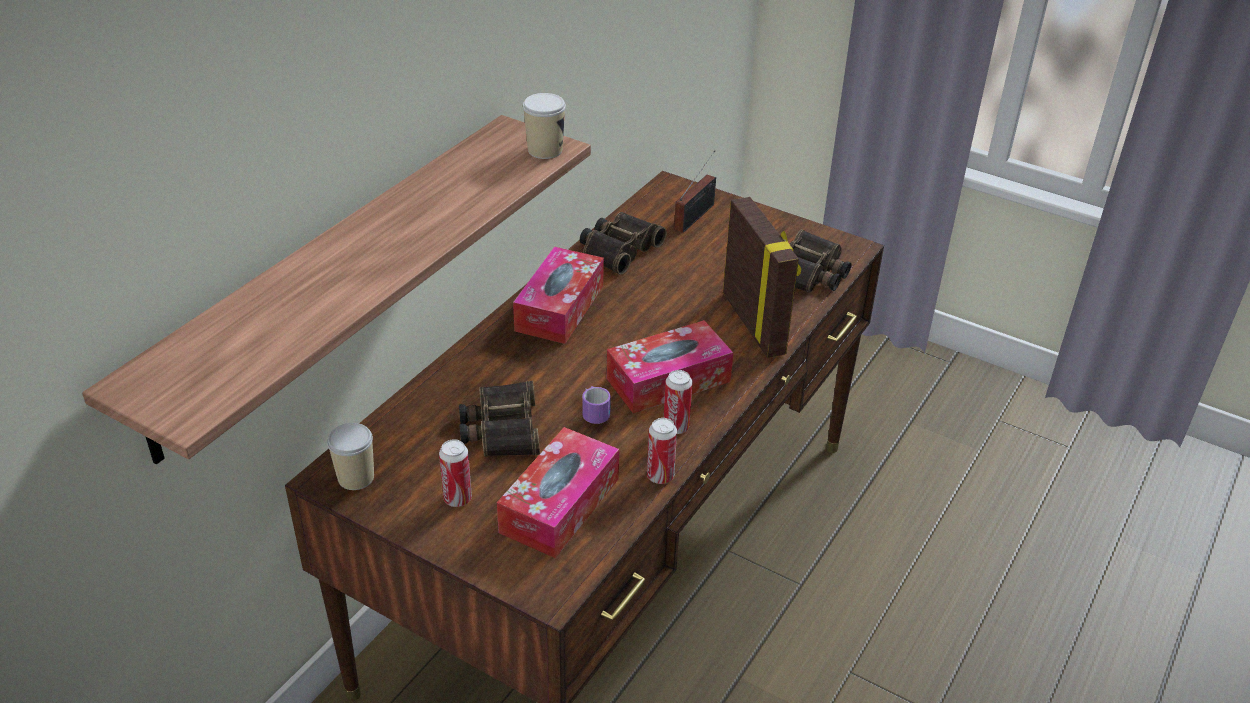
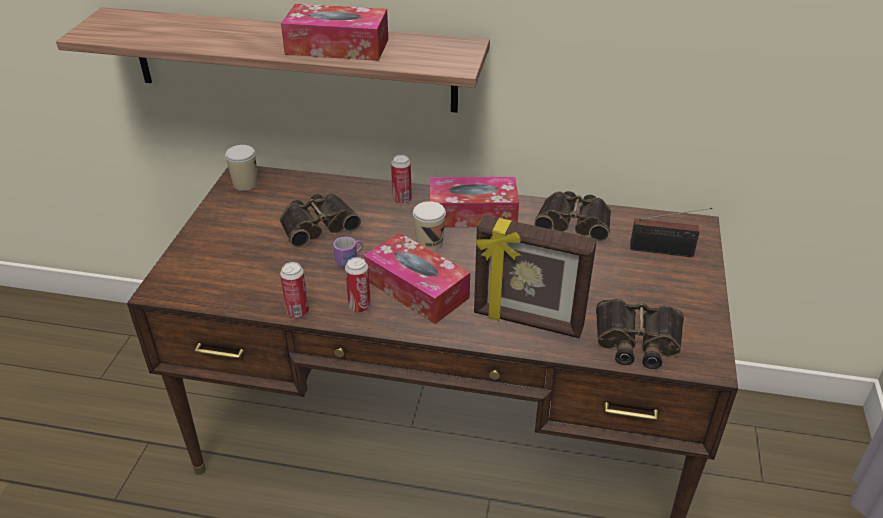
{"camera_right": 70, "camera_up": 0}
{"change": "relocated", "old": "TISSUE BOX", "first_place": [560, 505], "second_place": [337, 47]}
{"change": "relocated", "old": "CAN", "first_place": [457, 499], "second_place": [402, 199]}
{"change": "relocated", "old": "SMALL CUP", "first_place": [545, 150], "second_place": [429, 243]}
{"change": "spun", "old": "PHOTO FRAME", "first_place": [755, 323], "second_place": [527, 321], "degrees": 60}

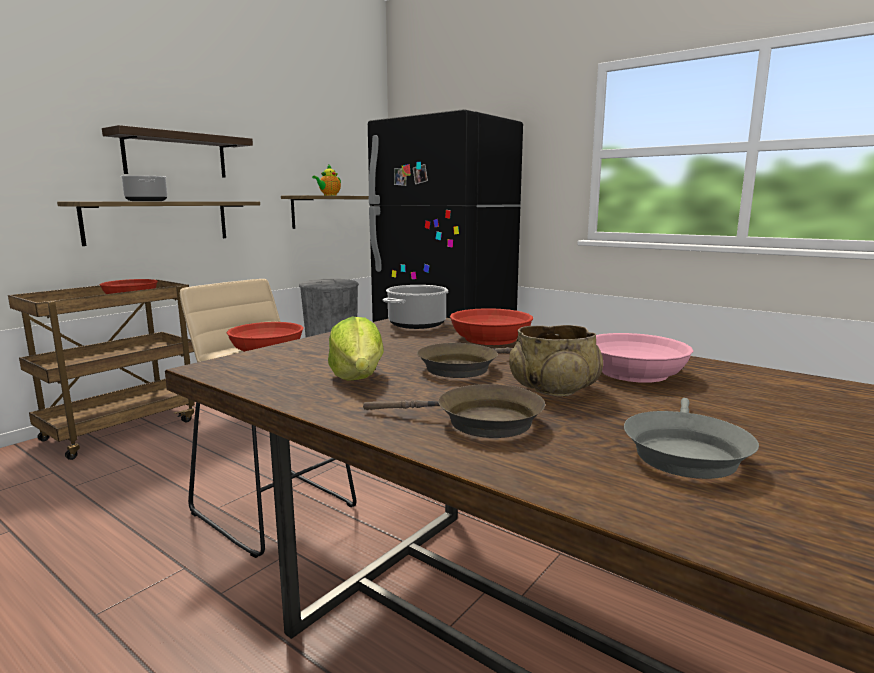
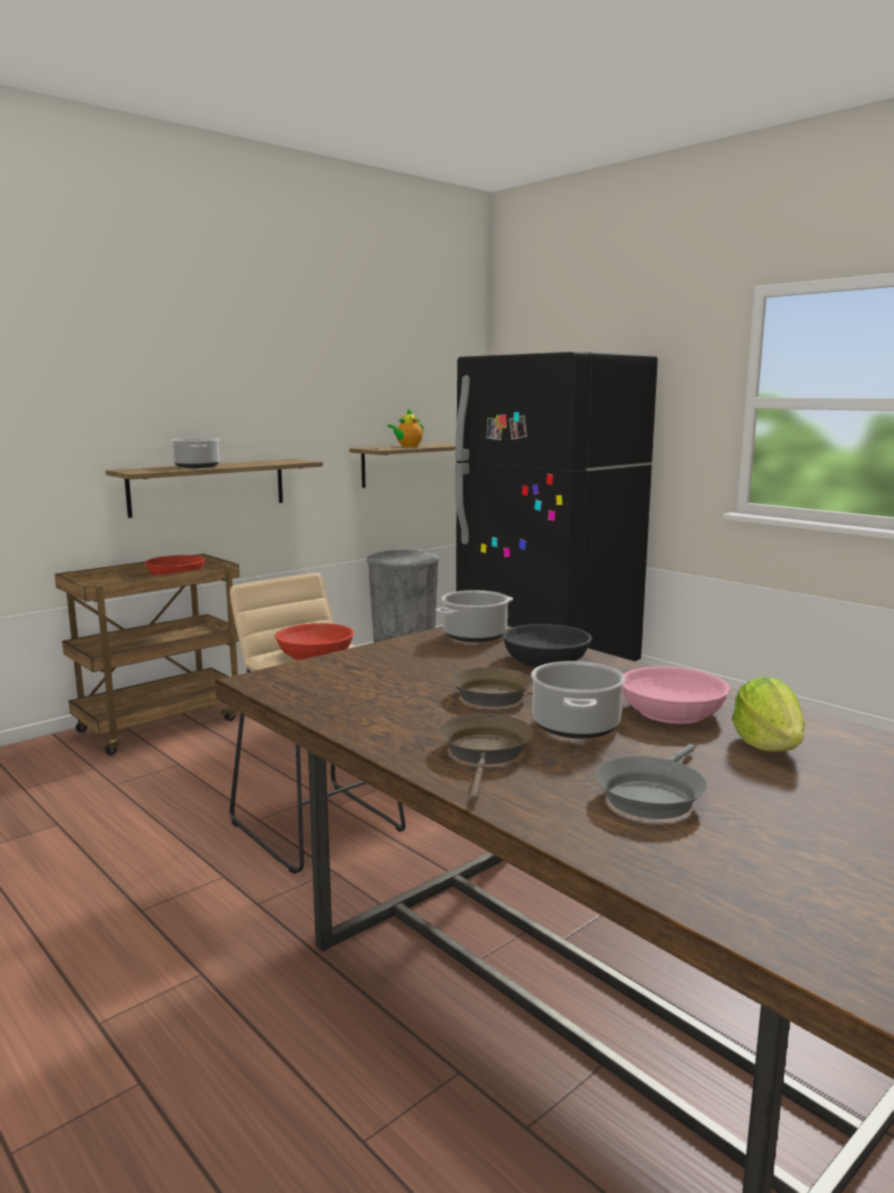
{"camera_right": 10, "camera_up": 0}
{"change": "spun", "old": "BROWNISH SKILLET", "first_place": [479, 422], "second_place": [485, 754], "degrees": -105}
{"change": "colour", "old": "RED-COLOURED BOWL", "new": "BLACK BOWL", "first_place": [490, 338], "second_place": [546, 659]}
{"change": "exchanged", "old": "BEIGE-COLOURED BOWL", "new": "STOCKPOT", "first_place": [553, 389], "second_place": [575, 725]}
{"change": "relocated", "old": "LETTUCE HEAD", "first_place": [358, 377], "second_place": [768, 745]}
{"change": "missing", "old": "SHELF", "first_place": [175, 155]}

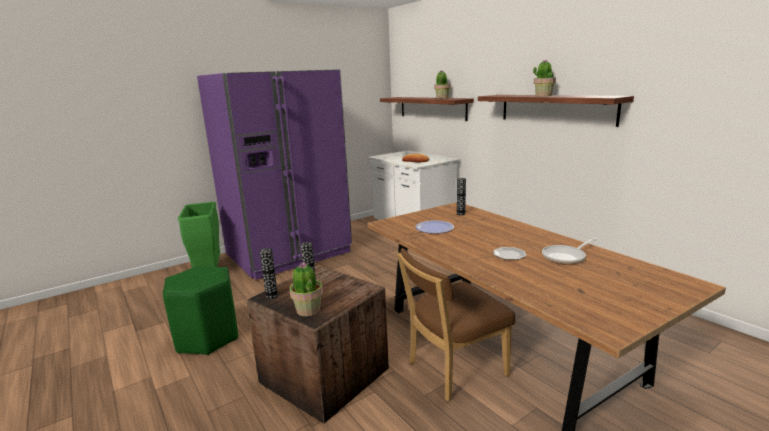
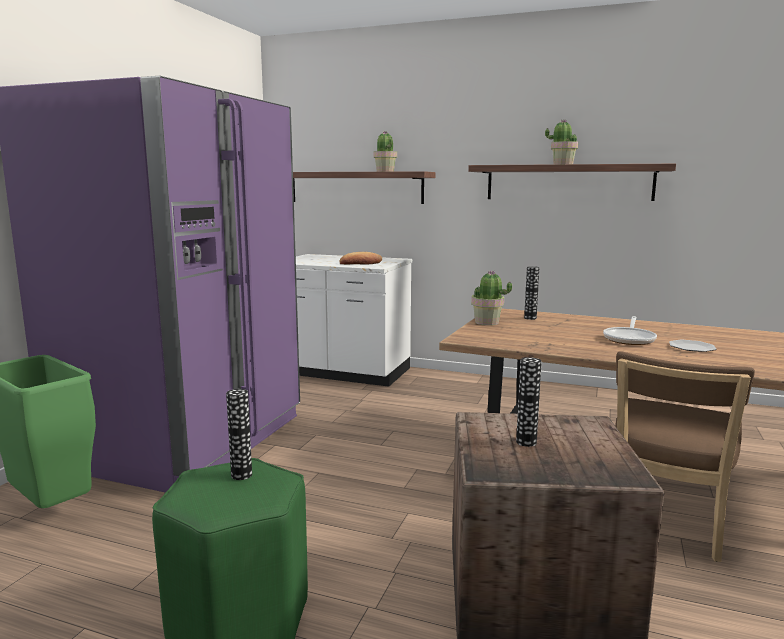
{"camera_right": -35, "camera_up": -5}
{"change": "relocated", "old": "VASE", "first_place": [272, 296], "second_place": [241, 475]}
{"change": "relocated", "old": "PLANT IN A POT", "first_place": [308, 310], "second_place": [487, 322]}
{"change": "relocated", "old": "SKILLET", "first_place": [566, 257], "second_place": [629, 339]}
{"change": "missing", "old": "PLATE", "first_place": [434, 228]}

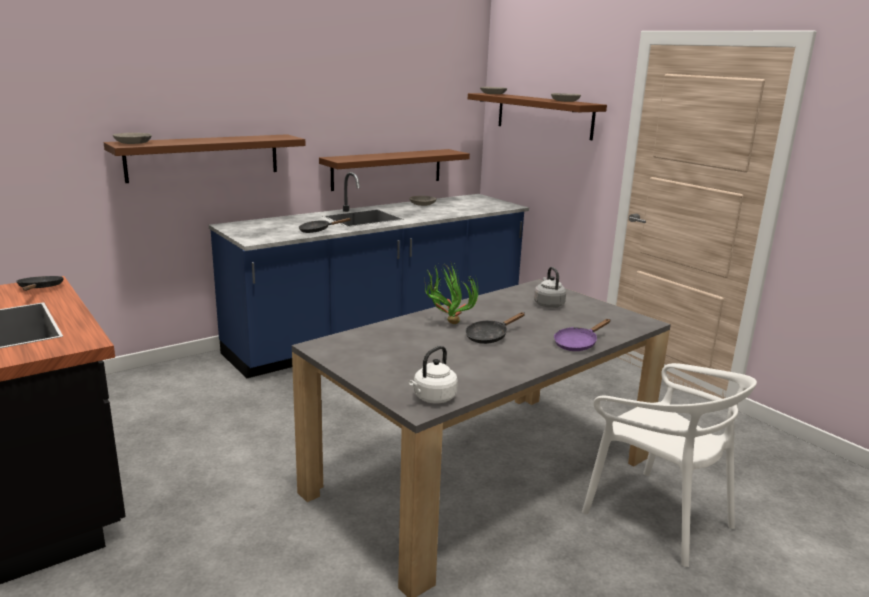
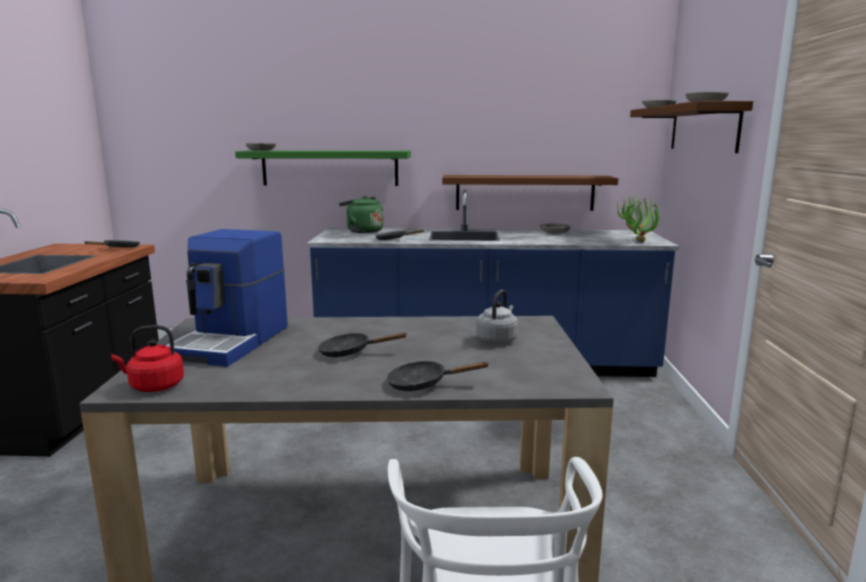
{"camera_right": 40, "camera_up": -5}
{"change": "colour", "old": "WHITISH KETTLE", "new": "RED-COLOURED KETTLE", "first_place": [433, 398], "second_place": [154, 386]}
{"change": "appeared", "new": "COFFEE MACHINE", "second_place": [232, 342]}
{"change": "colour", "old": "BROWNISH SHELF", "new": "GREENISH SHELF", "first_place": [204, 157], "second_place": [330, 168]}
{"change": "appeared", "new": "GREENISH KETTLE", "second_place": [362, 231]}
{"change": "colour", "old": "PURPLE SKILLET", "new": "BLACK SKILLET", "first_place": [578, 344], "second_place": [423, 384]}
{"change": "relocated", "old": "PLANT IN A POT", "first_place": [447, 322], "second_place": [635, 241]}

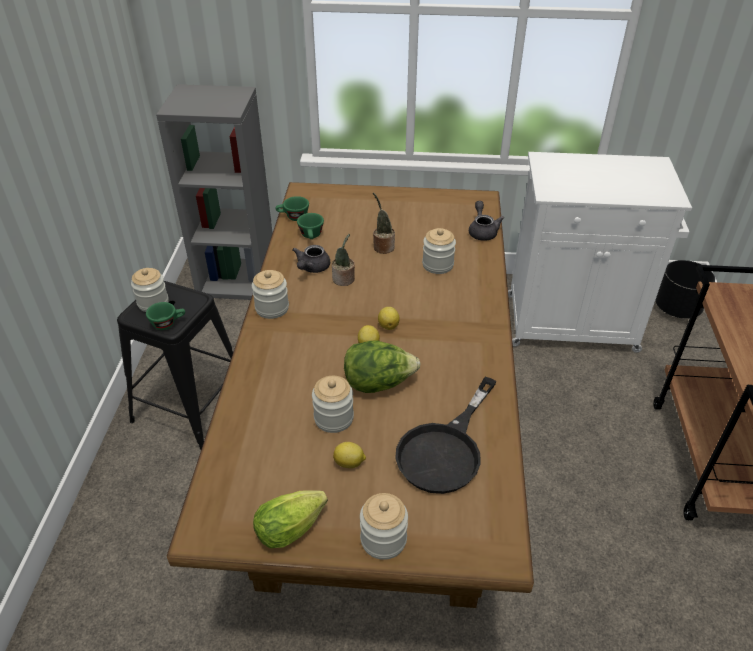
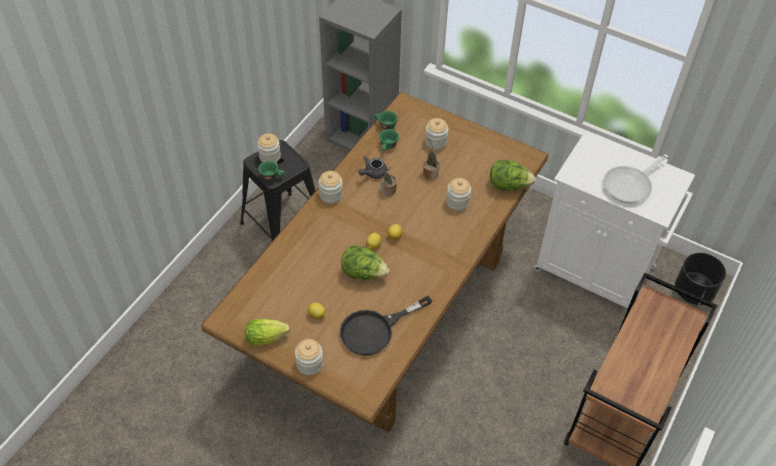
{"camera_right": 25, "camera_up": 10}
{"change": "relocated", "old": "JAR", "first_place": [334, 418], "second_place": [436, 142]}
{"change": "exchanged", "old": "GREYISH TEA POT", "new": "LETTUCE HEAD", "first_place": [482, 231], "second_place": [509, 186]}
{"change": "appeared", "new": "SKILLET", "second_place": [630, 185]}

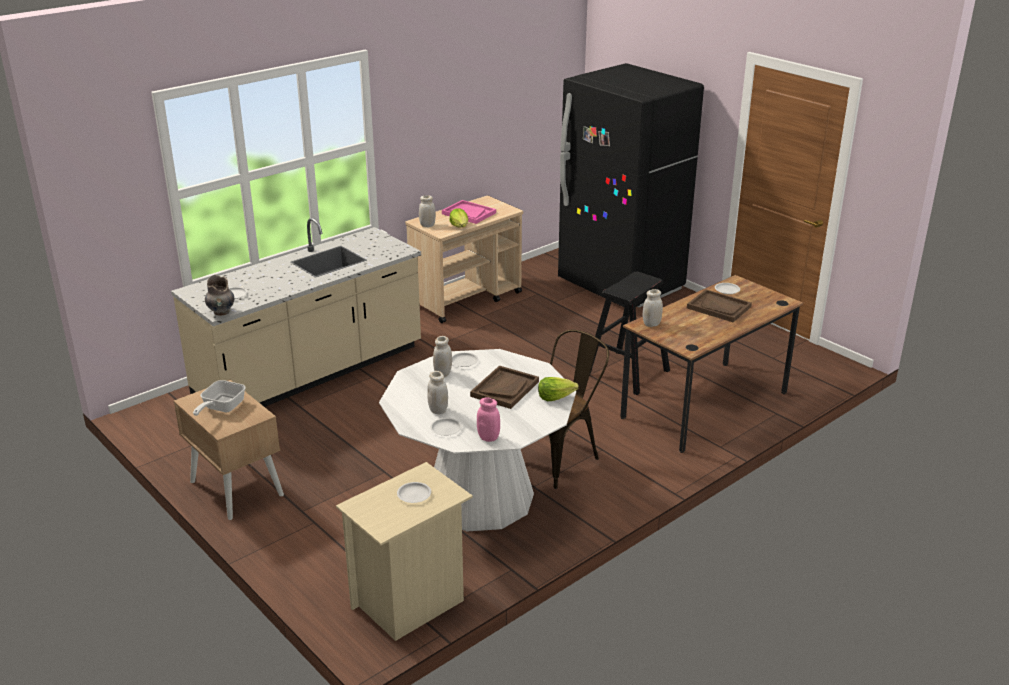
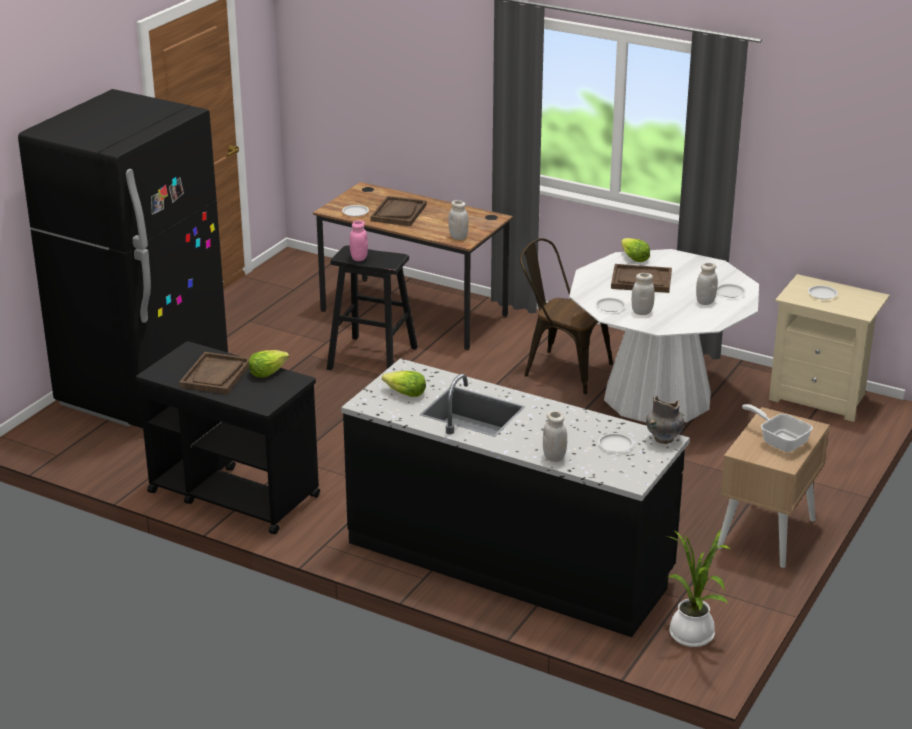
{"camera_right": -110, "camera_up": 0}
{"change": "colour", "old": "BEIGE-COLOURED WHEELED CART", "new": "BLACK WHEELED CART", "first_place": [466, 299], "second_place": [233, 493]}
{"change": "colour", "old": "PINK-COLOURED TRAY", "new": "BROWNISH TRAY", "first_place": [468, 213], "second_place": [216, 375]}
{"change": "colour", "old": "BEIGE-COLOURED KITCHEN COUNTER", "new": "BLACK KITCHEN COUNTER", "first_place": [311, 374], "second_place": [510, 559]}
{"change": "relocated", "old": "PINK-COLOURED JAR", "first_place": [488, 437], "second_place": [359, 258]}
{"change": "appeared", "new": "LETTUCE HEAD", "second_place": [405, 394]}
{"change": "relocated", "old": "WHITISH JAR", "first_place": [427, 225], "second_place": [554, 457]}
{"change": "appeared", "new": "PLANT IN A POT", "second_place": [693, 637]}
{"change": "spun", "old": "SKILLET", "first_place": [221, 408], "second_place": [779, 440], "degrees": -135}

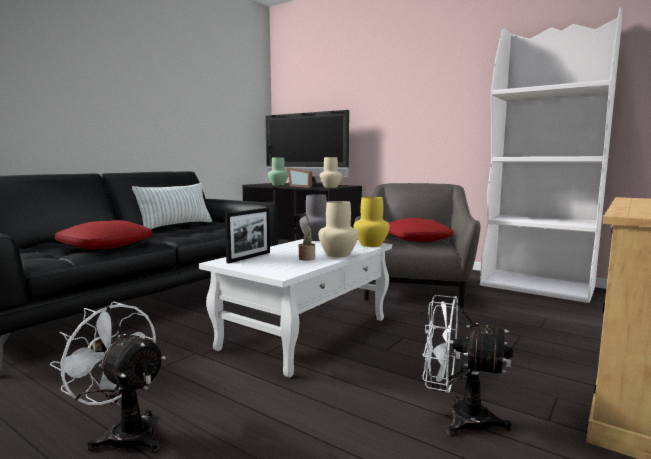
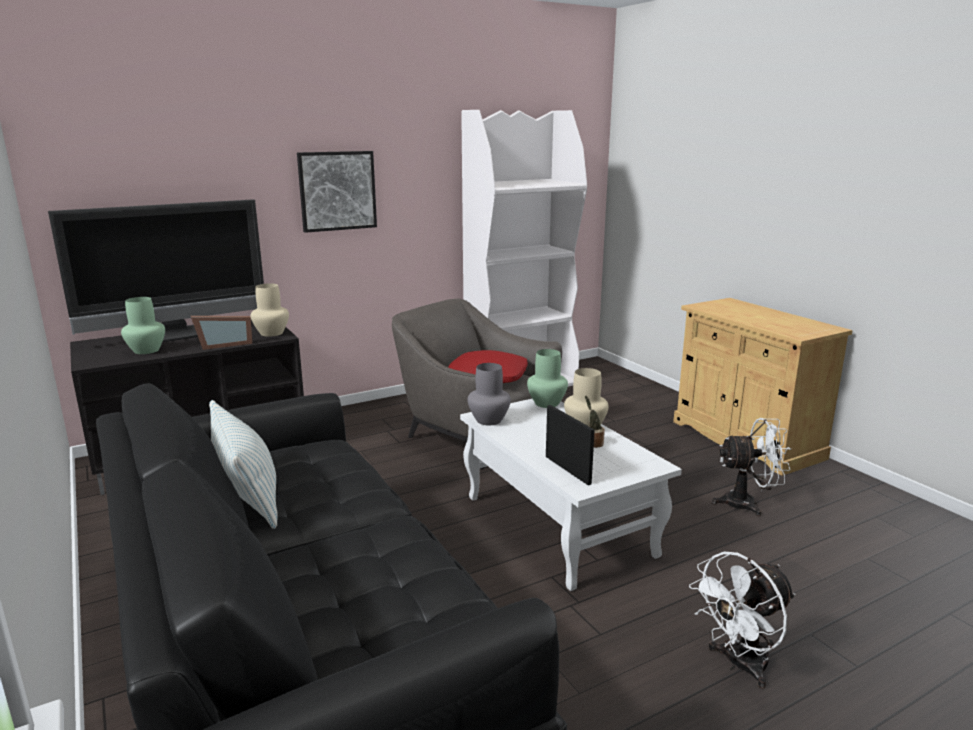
{"camera_right": -65, "camera_up": 10}
{"change": "appeared", "new": "WALL PICTURE", "second_place": [337, 191]}
{"change": "colour", "old": "YELLOW VASE", "new": "GREENISH VASE", "first_place": [370, 244], "second_place": [546, 403]}
{"change": "spun", "old": "WHITISH FAN", "first_place": [458, 418], "second_place": [747, 503], "degrees": -135}
{"change": "missing", "old": "RED-COLOURED THROW PILLOW", "first_place": [105, 245]}

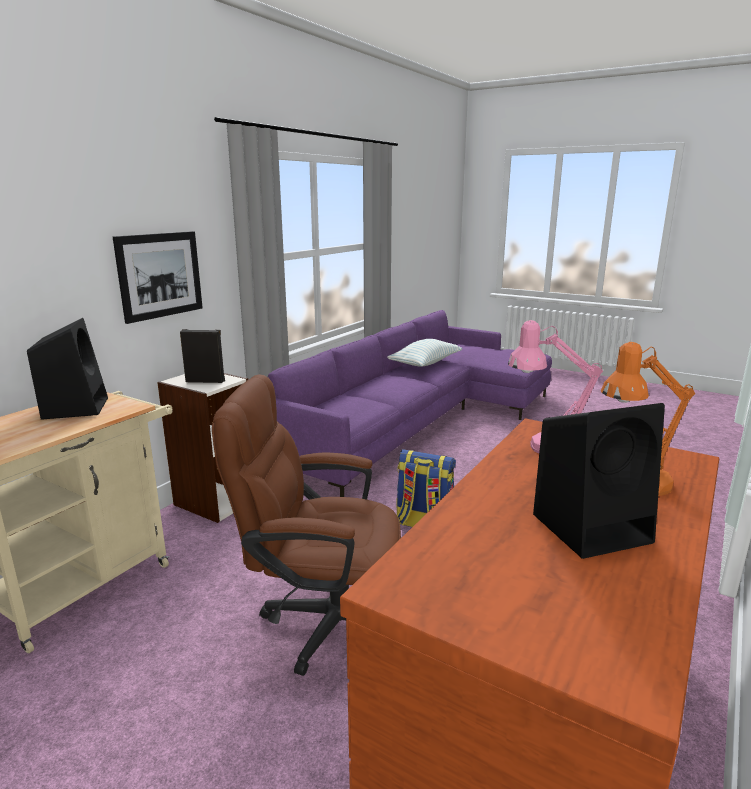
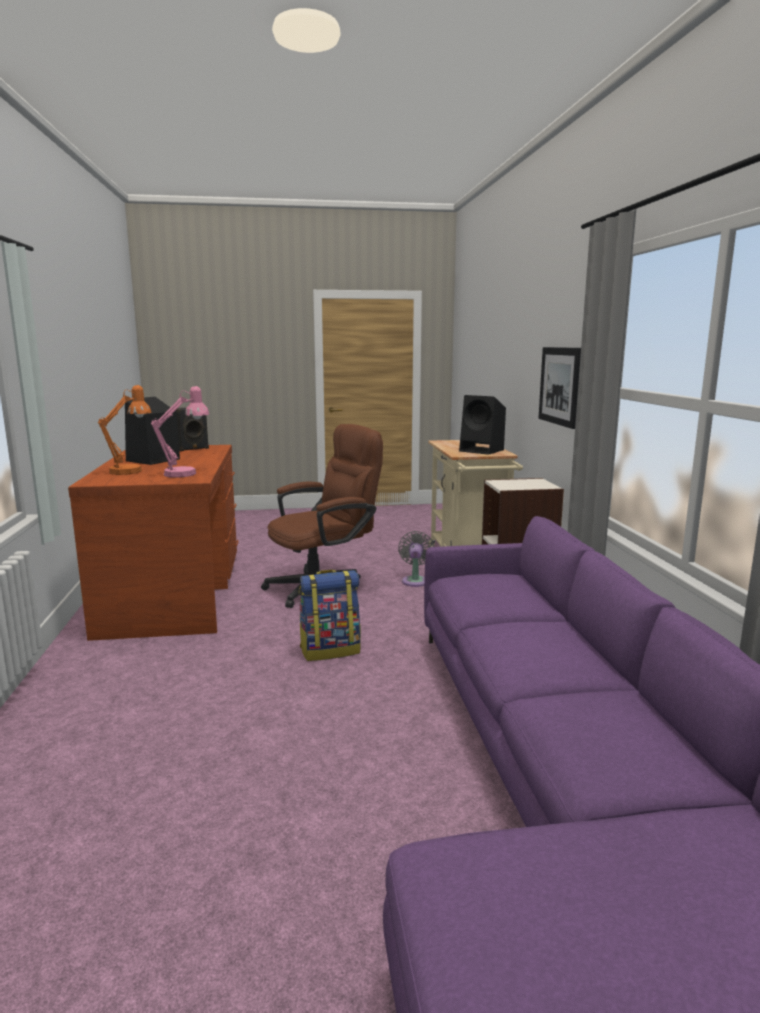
{"camera_right": 140, "camera_up": -5}
{"change": "relocated", "old": "BLACK AUDIO SPEAKER", "first_place": [205, 381], "second_place": [193, 449]}
{"change": "appeared", "new": "GREYISH FAN", "second_place": [415, 580]}
{"change": "missing", "old": "THROW PILLOW", "first_place": [425, 364]}

